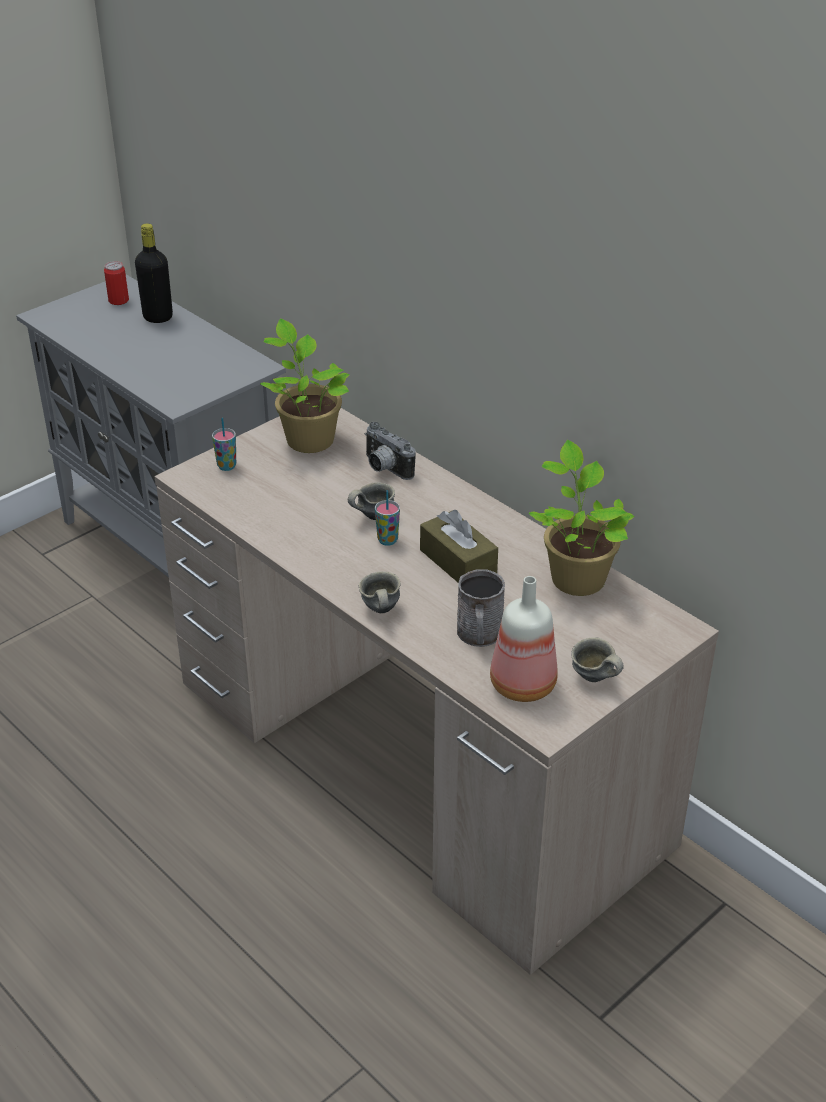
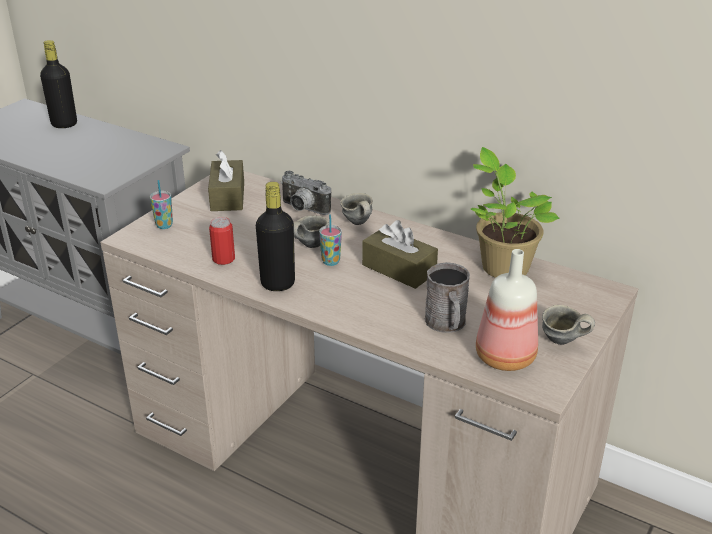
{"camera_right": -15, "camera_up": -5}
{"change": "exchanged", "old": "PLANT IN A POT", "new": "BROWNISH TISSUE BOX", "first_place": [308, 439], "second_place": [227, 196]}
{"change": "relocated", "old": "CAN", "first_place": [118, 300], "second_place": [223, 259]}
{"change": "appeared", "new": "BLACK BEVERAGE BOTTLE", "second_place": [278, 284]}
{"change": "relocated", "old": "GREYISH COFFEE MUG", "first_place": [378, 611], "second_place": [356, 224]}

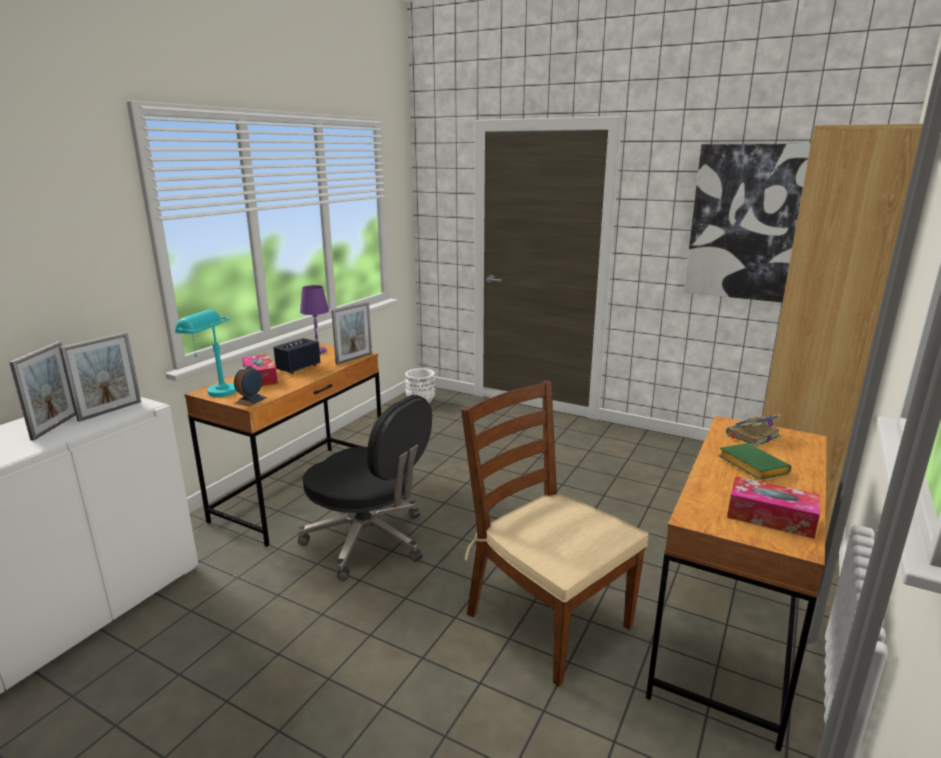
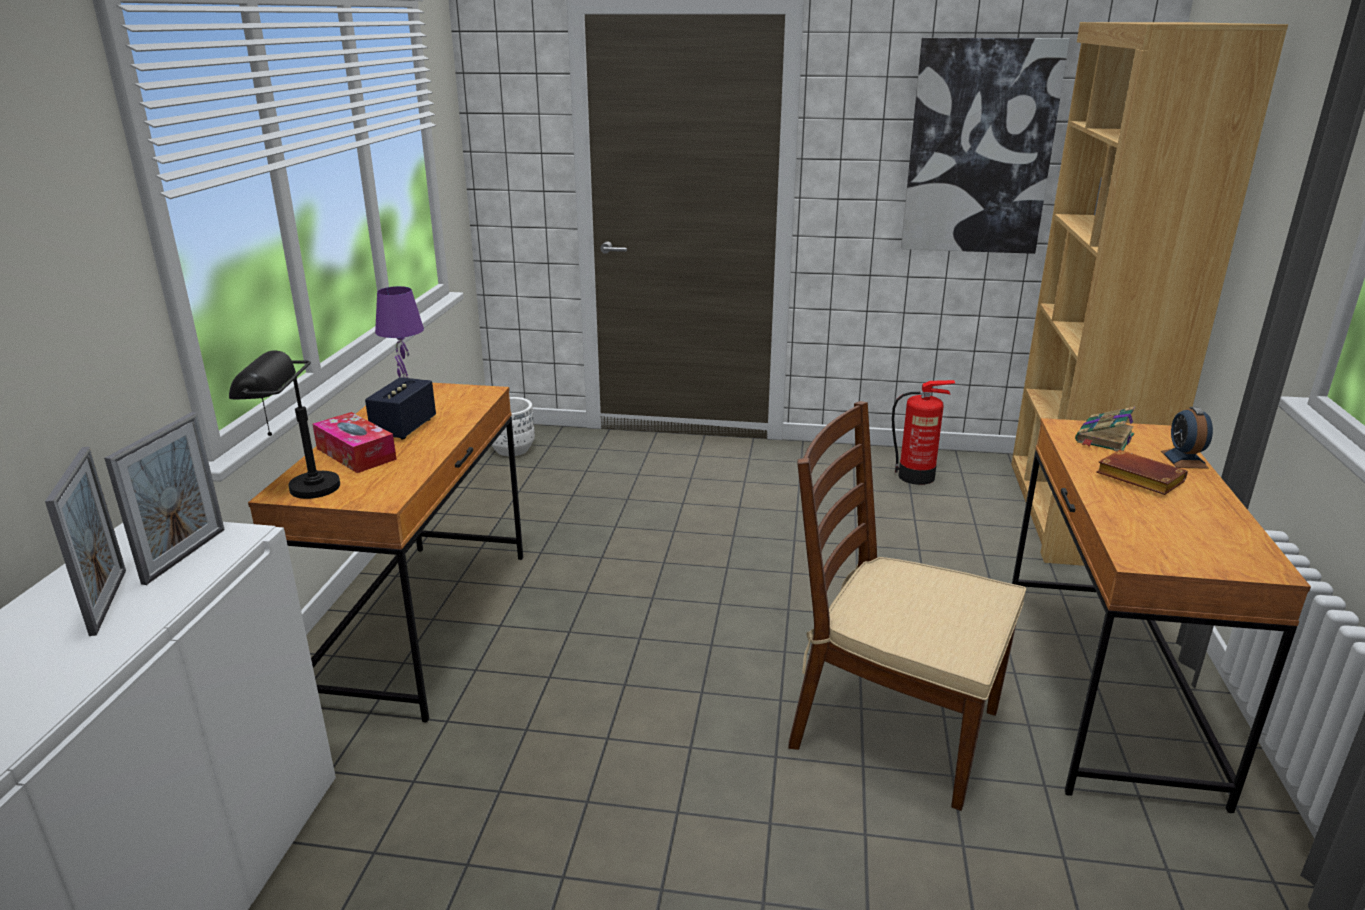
{"camera_right": -20, "camera_up": 5}
{"change": "colour", "old": "BLUE-GREEN TABLETOP LAMP", "new": "BLACK TABLETOP LAMP", "first_place": [213, 391], "second_place": [297, 488]}
{"change": "appeared", "new": "FIRE-FIGHTING CYLINDER", "second_place": [917, 476]}
{"change": "colour", "old": "GREENISH VOLUME", "new": "BROWNISH VOLUME", "first_place": [750, 466], "second_place": [1136, 479]}
{"change": "relocated", "old": "TABLE CLOCK", "first_place": [250, 400], "second_place": [1184, 459]}
{"change": "missing", "old": "BLACK COMPUTER CHAIR", "first_place": [369, 540]}
{"change": "missing", "old": "PHOTO FRAME", "first_place": [354, 359]}
{"change": "missing", "old": "TISSUE BOX", "first_place": [770, 517]}

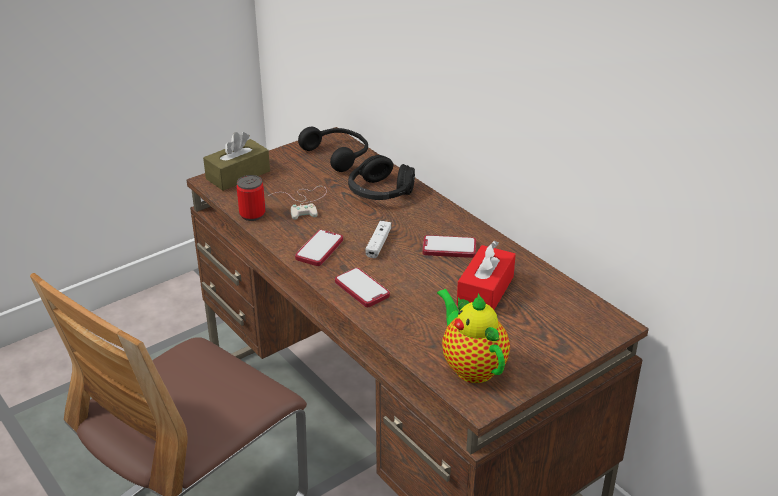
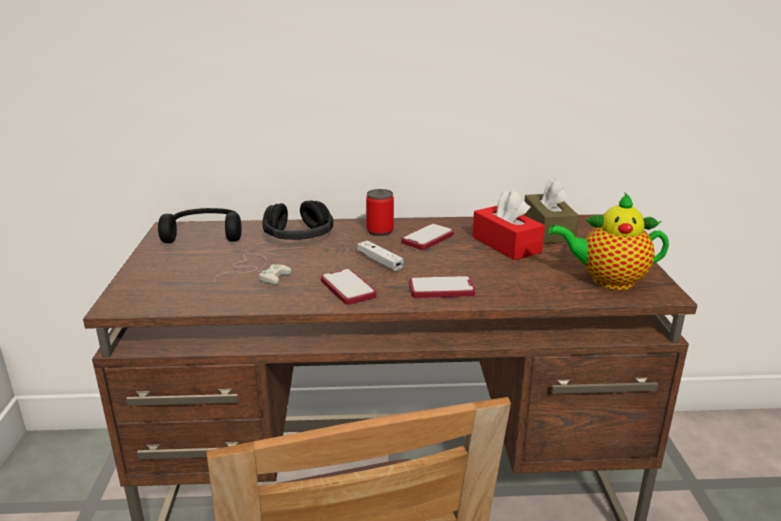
{"camera_right": -55, "camera_up": -10}
{"change": "relocated", "old": "CAN", "first_place": [252, 214], "second_place": [380, 231]}
{"change": "relocated", "old": "BROWNISH TISSUE BOX", "first_place": [238, 175], "second_place": [548, 230]}

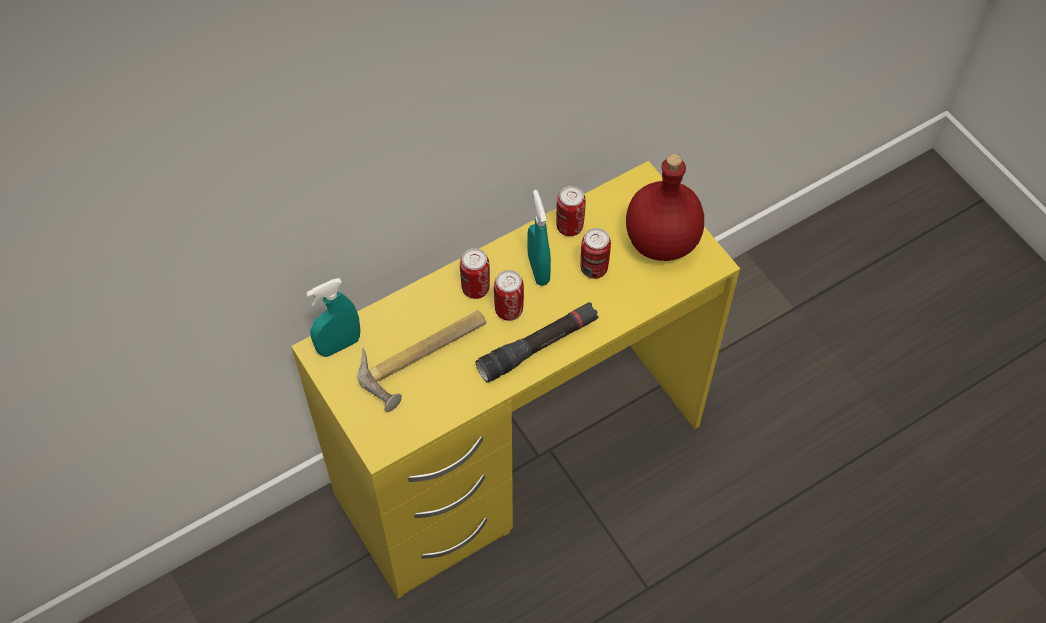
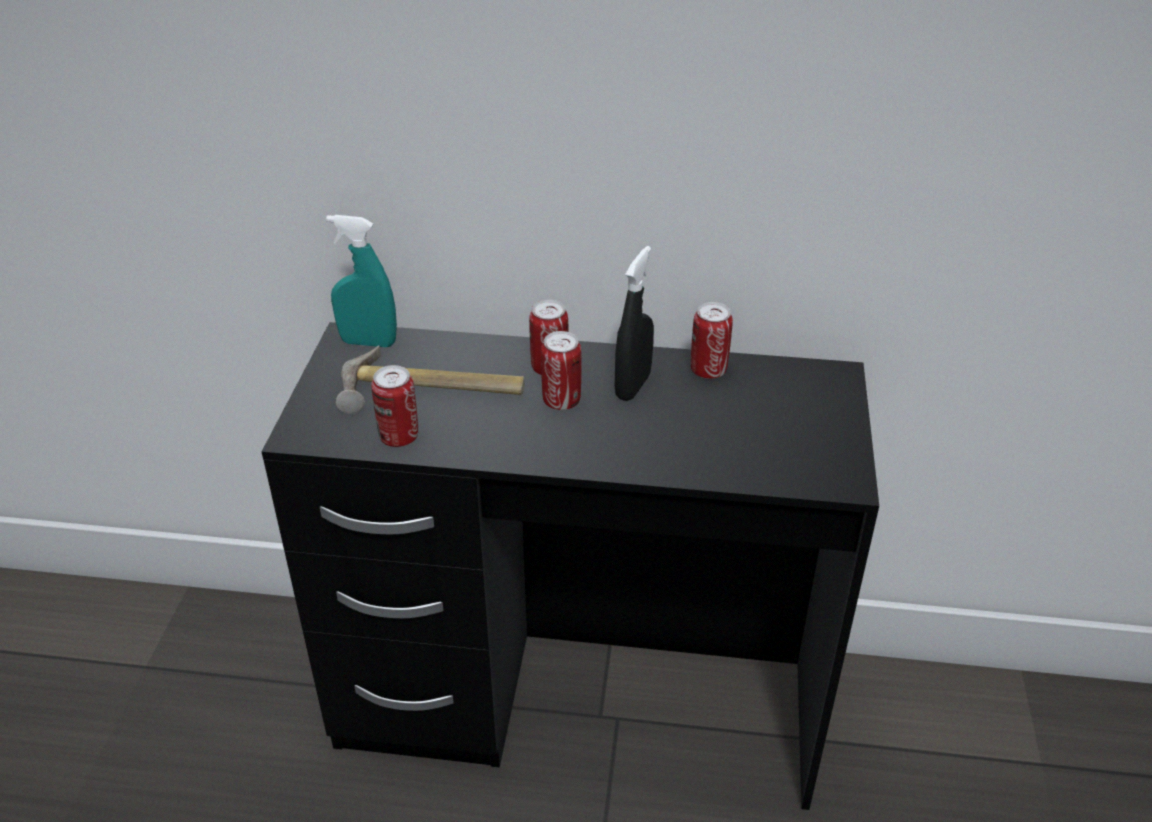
{"camera_right": 40, "camera_up": -20}
{"change": "colour", "old": "YELLOW DESK UNIT", "new": "BLACK DESK UNIT", "first_place": [519, 458], "second_place": [578, 704]}
{"change": "relocated", "old": "CAN", "first_place": [594, 268], "second_place": [399, 437]}
{"change": "colour", "old": "BLUE-GREEN SPRAY BOTTLE", "new": "BLACK SPRAY BOTTLE", "first_place": [538, 269], "second_place": [633, 386]}
{"change": "missing", "old": "BLACK TORCH", "first_place": [538, 347]}
{"change": "missing", "old": "RED-COLOURED BEVERAGE BOTTLE", "first_place": [660, 241]}

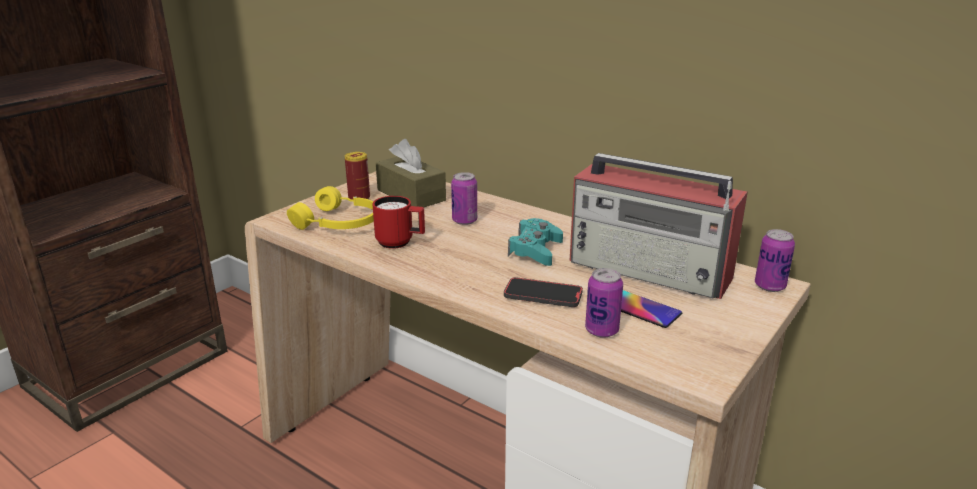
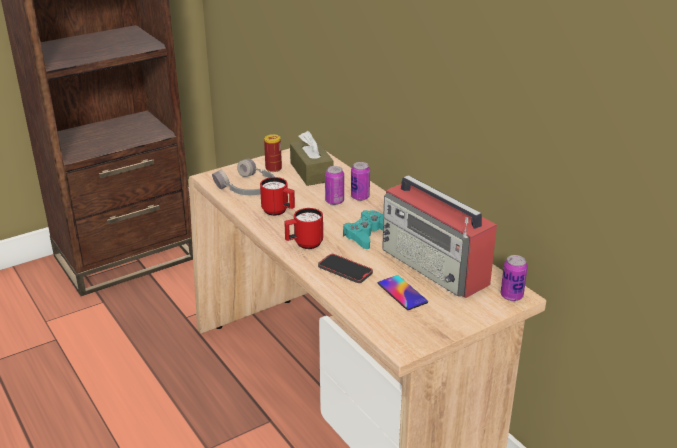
{"camera_right": 20, "camera_up": 5}
{"change": "colour", "old": "YELLOW PAIR OF HEADPHONES", "new": "GREYISH PAIR OF HEADPHONES", "first_place": [338, 224], "second_place": [247, 188]}
{"change": "appeared", "new": "RED-COLOURED COFFEE MUG", "second_place": [304, 244]}
{"change": "relocated", "old": "CAN", "first_place": [601, 330], "second_place": [360, 197]}

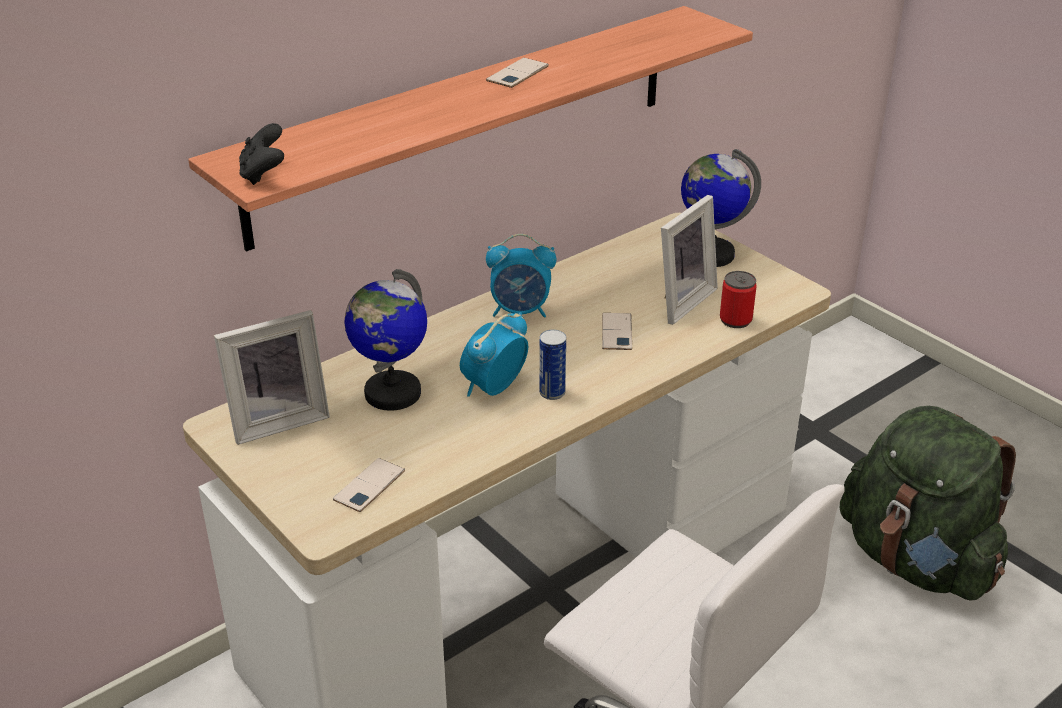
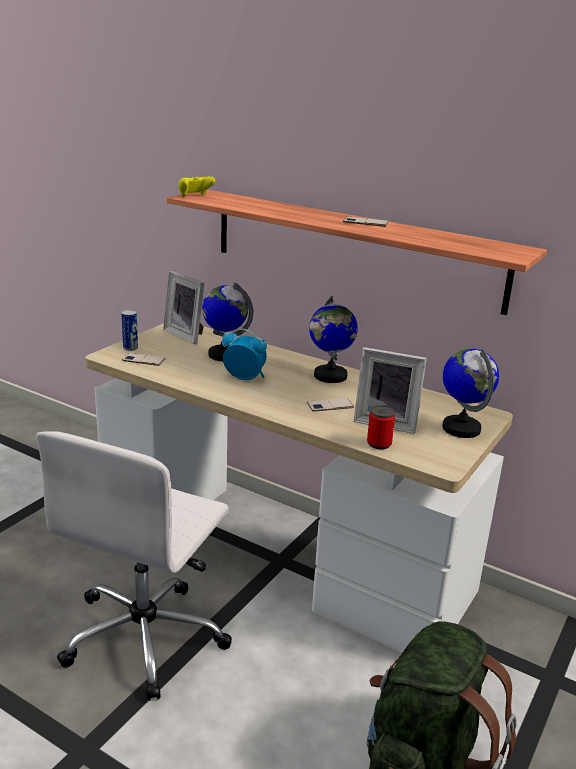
{"camera_right": 70, "camera_up": -10}
{"change": "relocated", "old": "CAN", "first_place": [552, 393], "second_place": [130, 348]}
{"change": "colour", "old": "BLACK GAMEPAD", "new": "YELLOW GAMEPAD", "first_place": [263, 174], "second_place": [195, 197]}
{"change": "exchanged", "old": "TABLE CLOCK", "new": "GLOBE", "first_place": [521, 311], "second_place": [330, 376]}

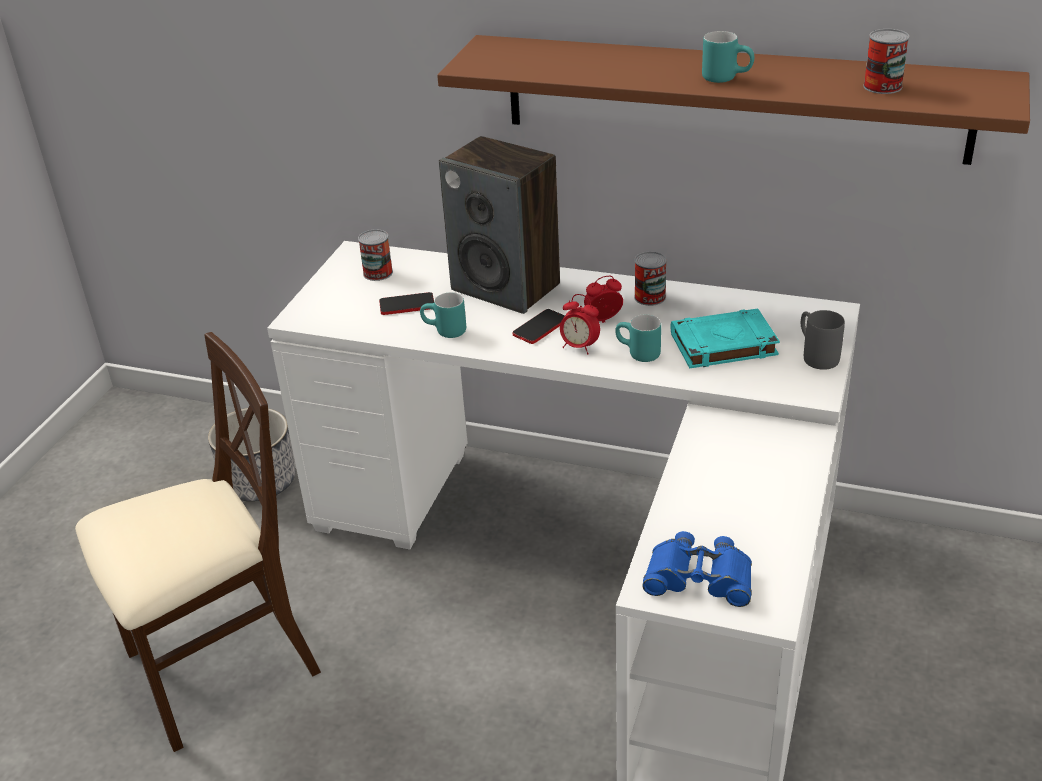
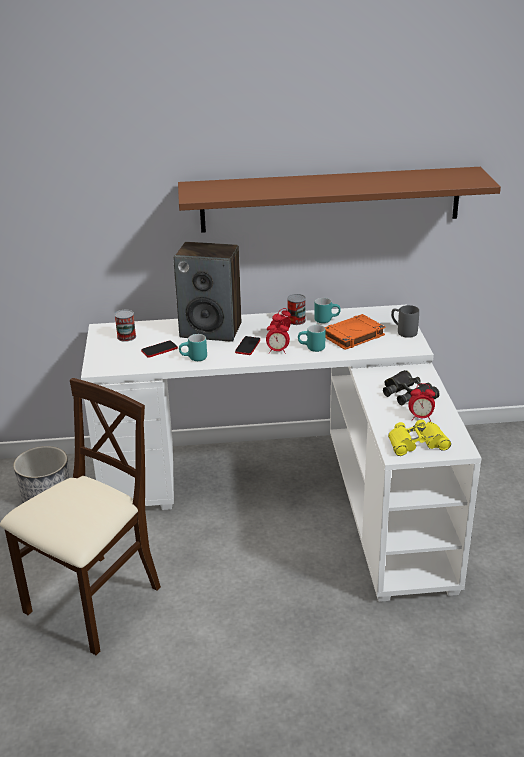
{"camera_right": -25, "camera_up": -5}
{"change": "relocated", "old": "BLUE-GREEN COFFEE MUG", "first_place": [727, 78], "second_place": [326, 319]}
{"change": "colour", "old": "BLUE-GREEN VOLUME", "new": "ORANGEY VOLUME", "first_place": [722, 345], "second_place": [353, 336]}
{"change": "appeared", "new": "BLACK BINOCULARS", "second_place": [408, 394]}
{"change": "colour", "old": "BLUISH BINOCULARS", "new": "YELLOW BINOCULARS", "first_place": [699, 578], "second_place": [416, 443]}
{"change": "appeared", "new": "TABLE CLOCK", "second_place": [420, 418]}
{"change": "missing", "old": "CAN", "first_place": [882, 86]}

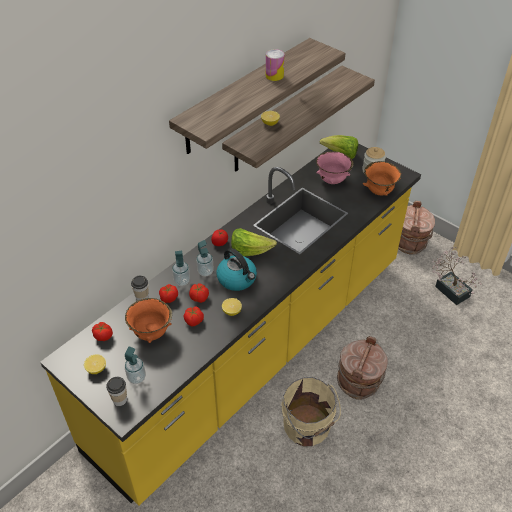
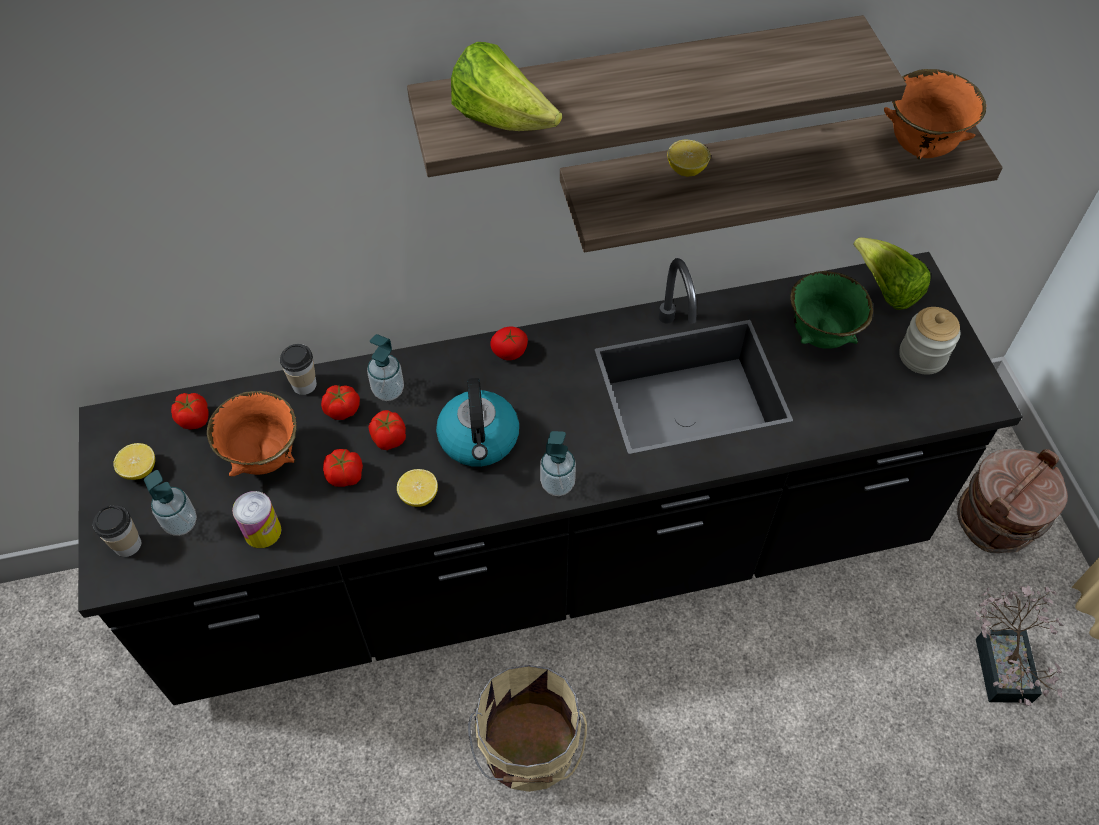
{"camera_right": 35, "camera_up": 10}
{"change": "colour", "old": "YELLOW KITCHEN COUNTER", "new": "BLACK KITCHEN COUNTER", "first_place": [255, 351], "second_place": [549, 562]}
{"change": "relocated", "old": "CAN", "first_place": [274, 76], "second_place": [262, 531]}
{"change": "relocated", "old": "LETTUCE HEAD", "first_place": [249, 252], "second_place": [502, 119]}
{"change": "relocated", "old": "SOAP BOTTLE", "first_place": [205, 272], "second_place": [557, 484]}
{"change": "colour", "old": "PINK-COLOURED BOWL", "new": "GREENISH BOWL", "first_place": [332, 181], "second_place": [820, 337]}
{"change": "relocated", "old": "ORANGEY BOWL", "first_place": [379, 192], "second_place": [920, 148]}
{"change": "missing", "old": "BROWNISH WATER BUCKET", "first_place": [359, 382]}

